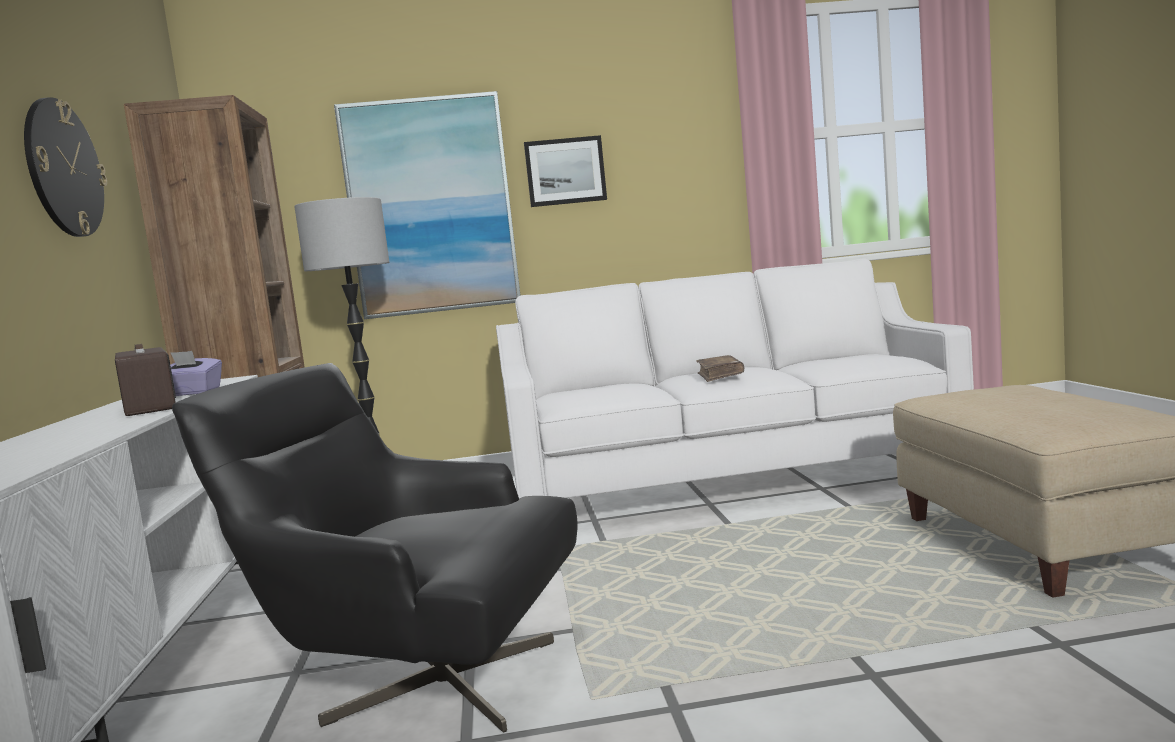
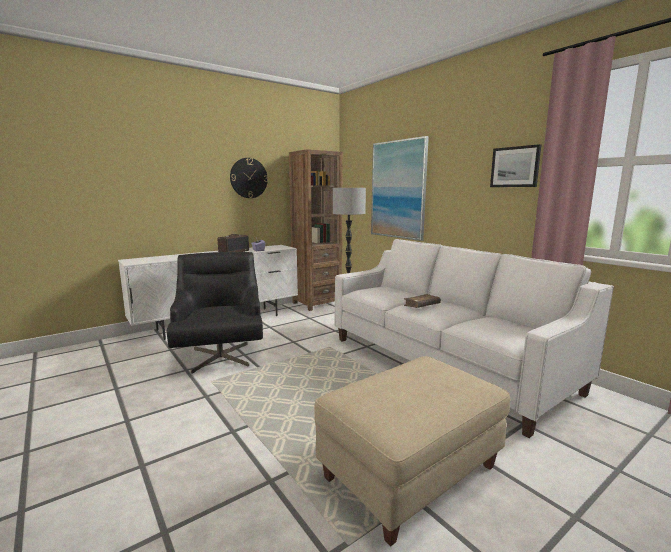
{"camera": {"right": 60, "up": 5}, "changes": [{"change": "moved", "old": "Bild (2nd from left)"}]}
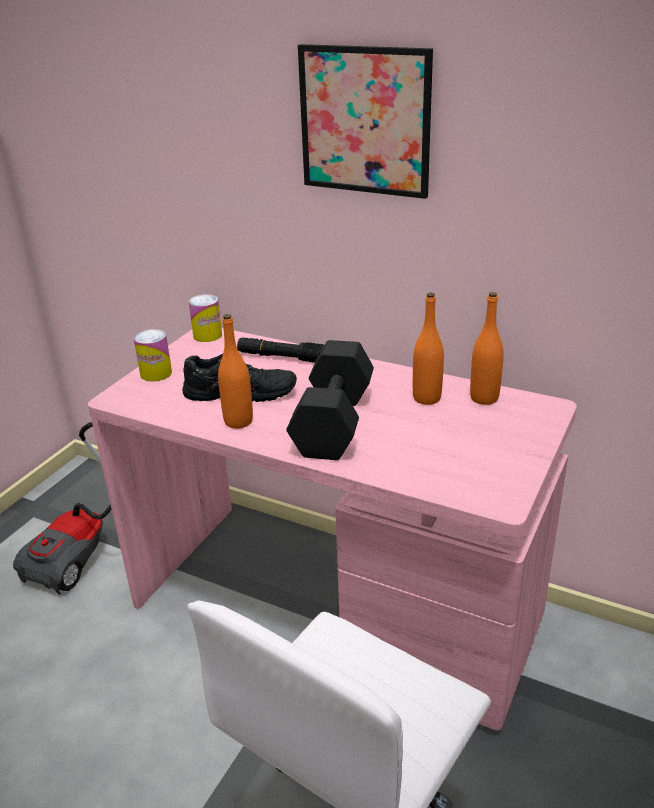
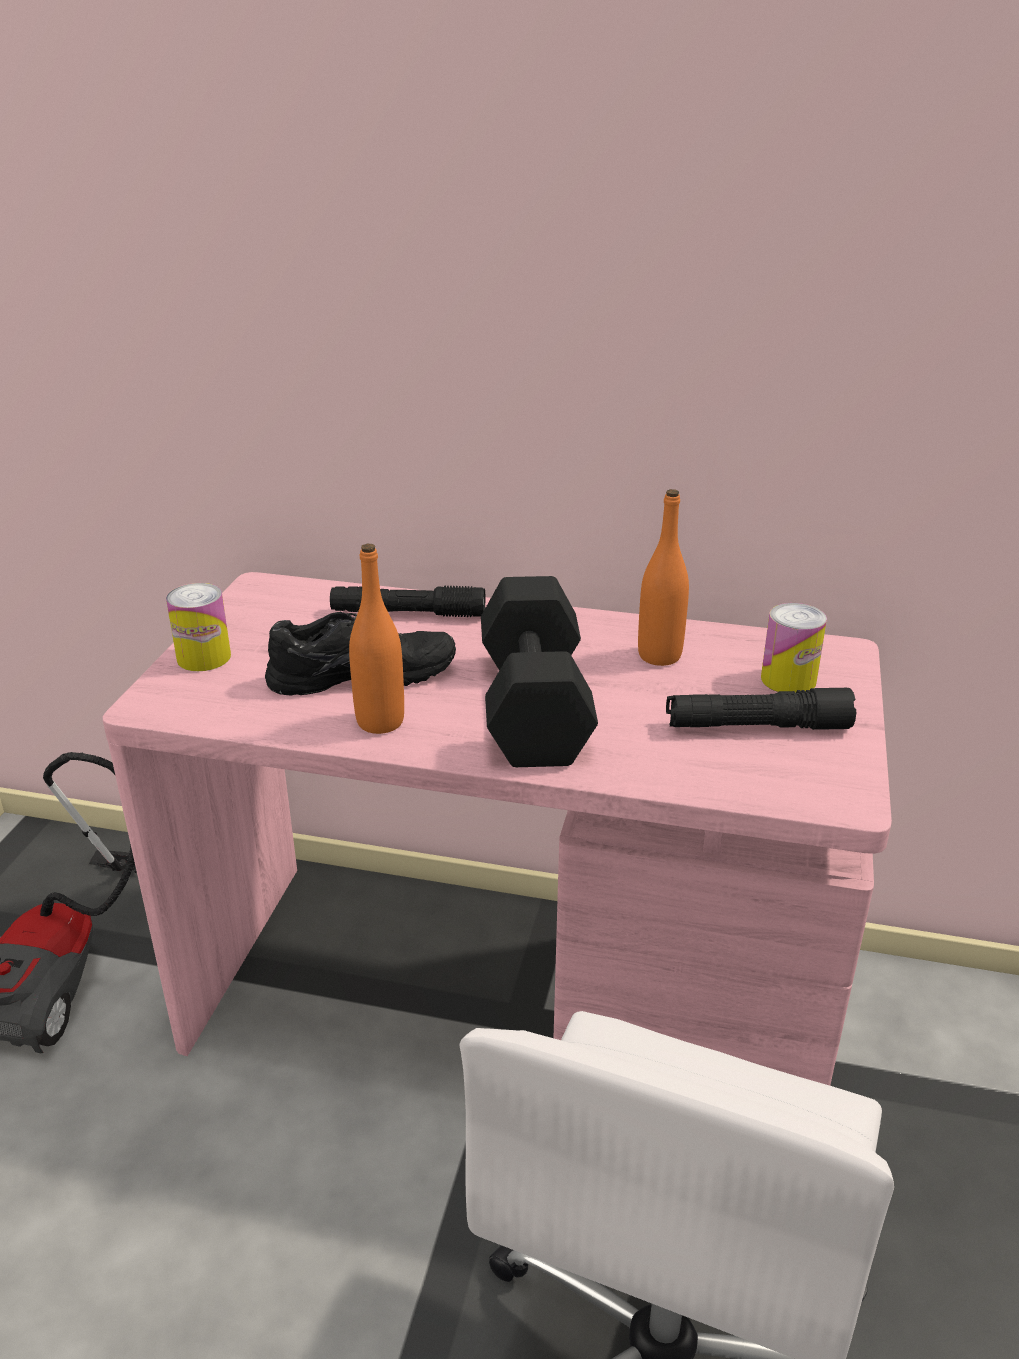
{"camera": {"right": -15, "up": 0}, "changes": [{"change": "moved", "old": "Dose (2nd from left)"}, {"change": "removed", "old": "Bild"}, {"change": "removed", "old": "Flasche (orange) (3rd from left)"}, {"change": "added", "new": "Taschenlampe (schwarz) (2nd from left)"}]}
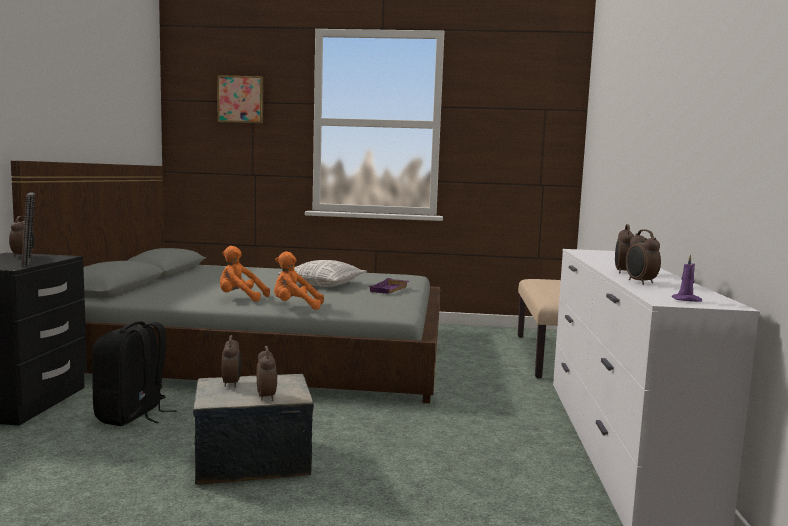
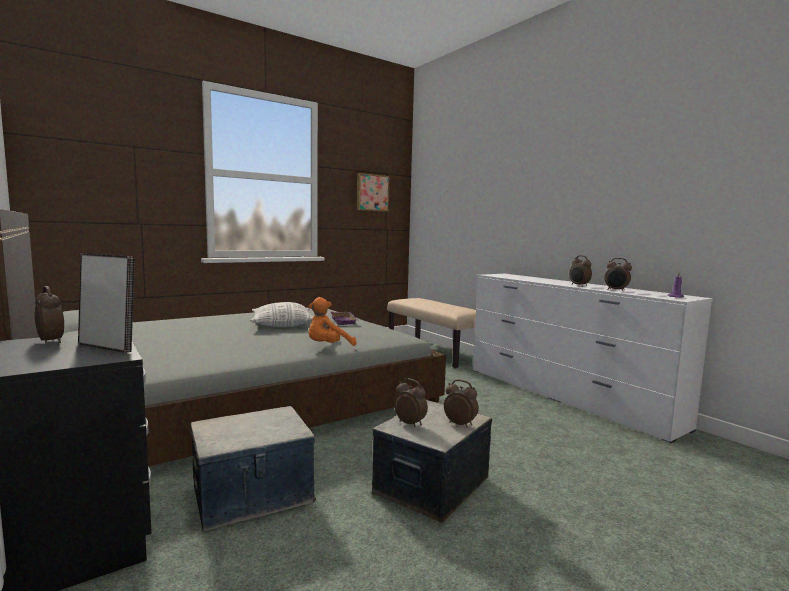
{"camera": {"right": -40, "up": 0}, "changes": [{"change": "replaced", "old": "Rucksack (schwarz)", "new": "Aufbewahrungsbox (1st from left)"}, {"change": "moved", "old": "Bild"}, {"change": "removed", "old": "Plüschtier (orange) (1st from left)"}]}
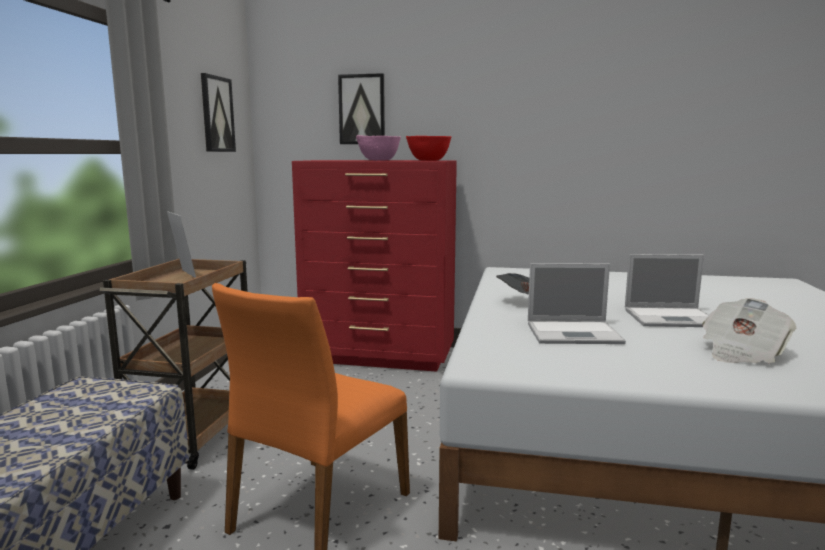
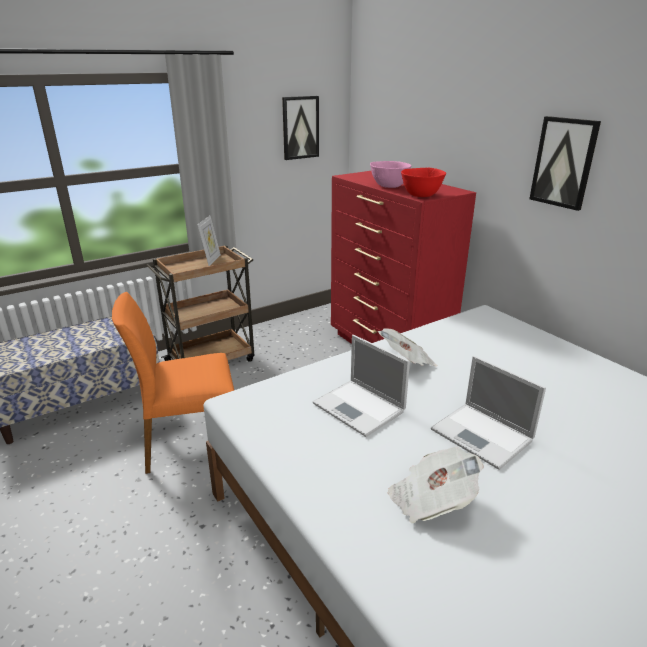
{"camera": {"right": 45, "up": 15}, "changes": [{"change": "moved", "old": "Bild (2nd from left)"}]}
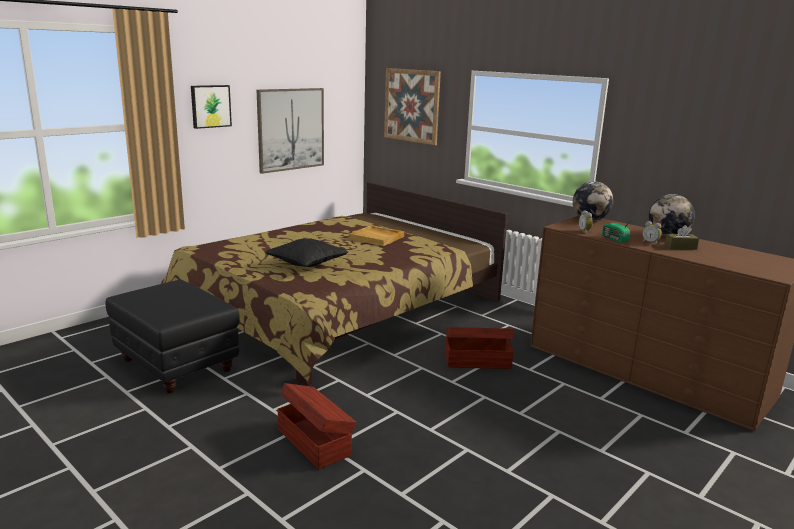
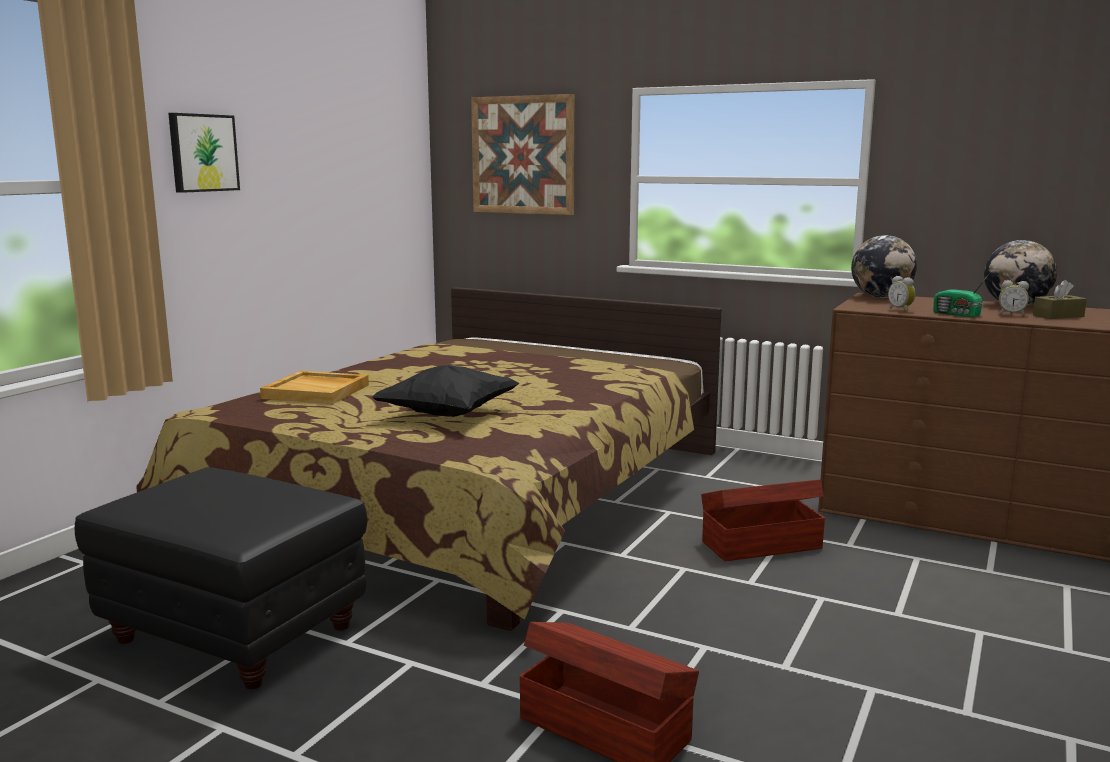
{"camera": {"right": -15, "up": -5}, "changes": [{"change": "removed", "old": "Bild (2nd from left)"}, {"change": "moved", "old": "Tablett (beige)"}]}
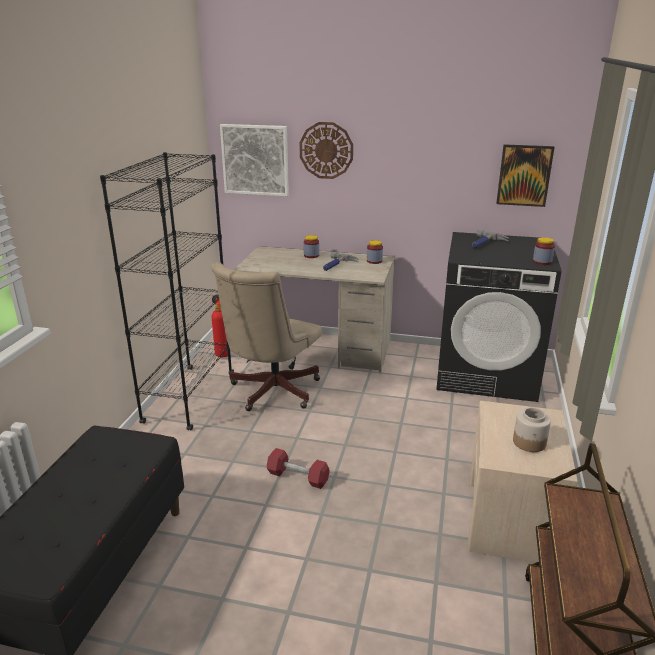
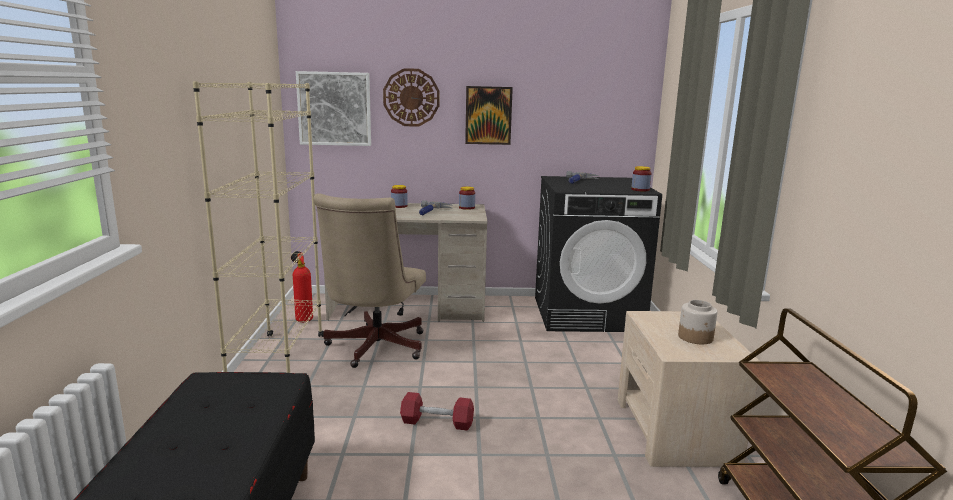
{"camera": {"right": -15, "up": -10}, "changes": [{"change": "recoloured", "old": "Bücherregal (schwarz)", "new": "Bücherregal (beige)"}, {"change": "moved", "old": "Bild (2nd from left)"}]}
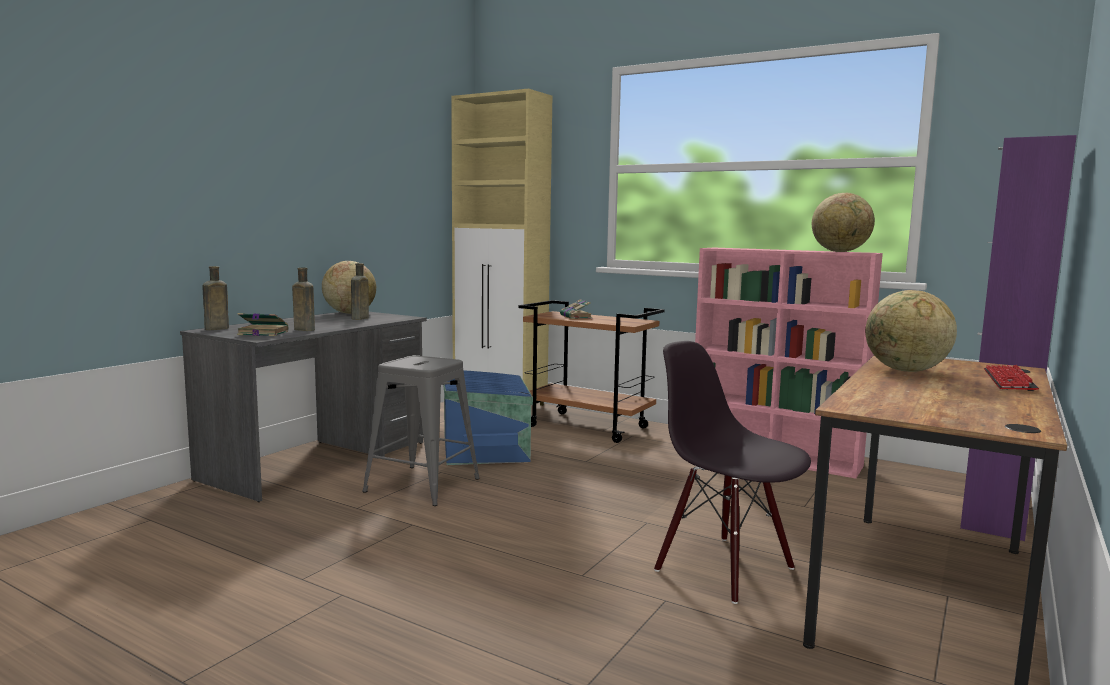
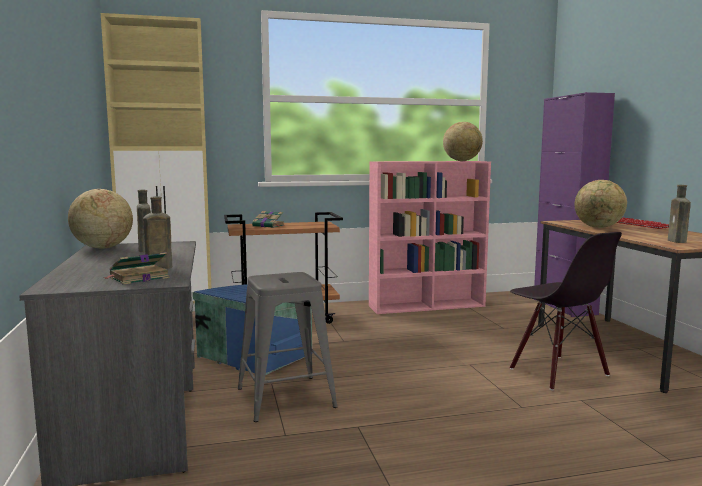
{"camera": {"right": -45, "up": 0}, "changes": [{"change": "moved", "old": "Flasche (braun) (1st from left in the first image)", "new": "Flasche (braun) (3rd from left)"}, {"change": "turned", "old": "Stuhl (schwarz)", "degrees": -120}]}
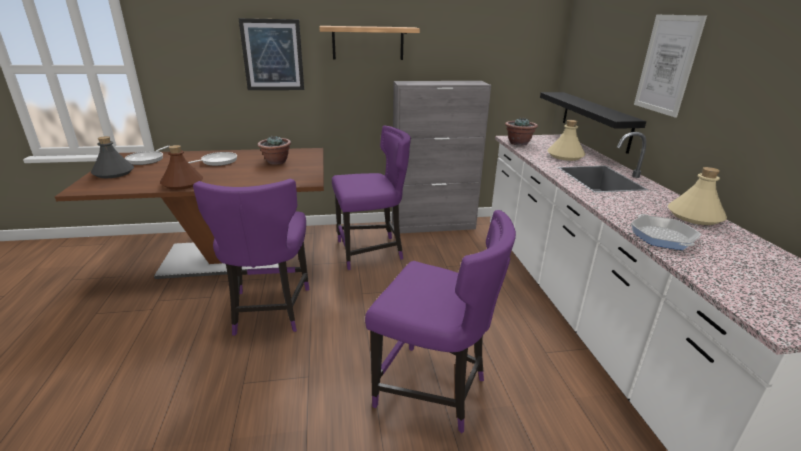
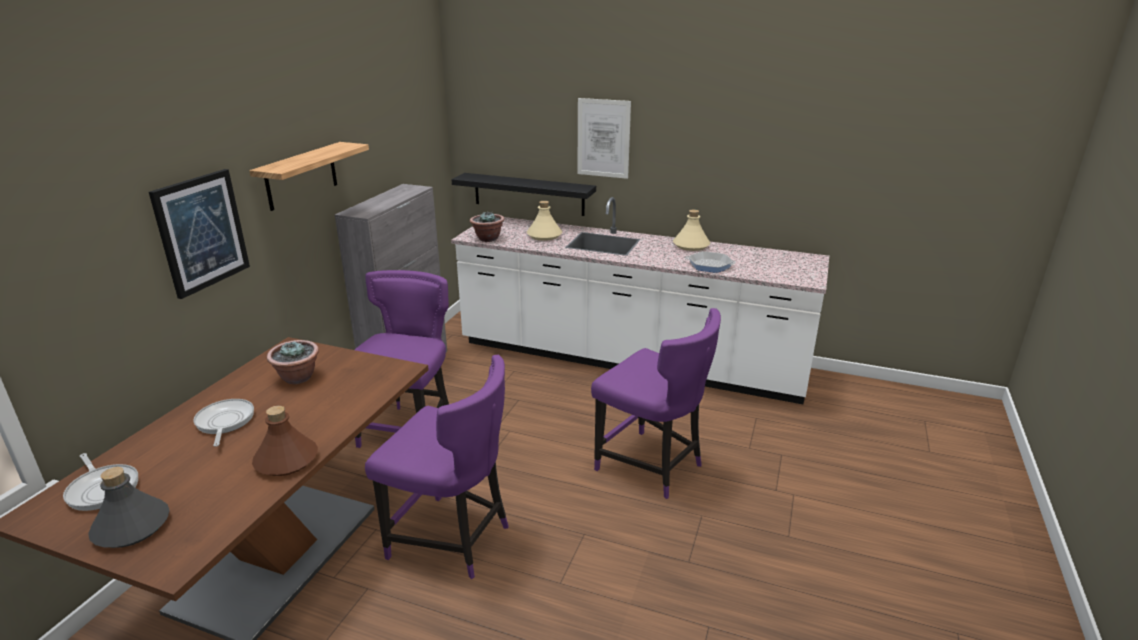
{"camera": {"right": -60, "up": 0}, "changes": [{"change": "turned", "old": "Stuhl (lila) (3rd from left)", "degrees": 75}]}
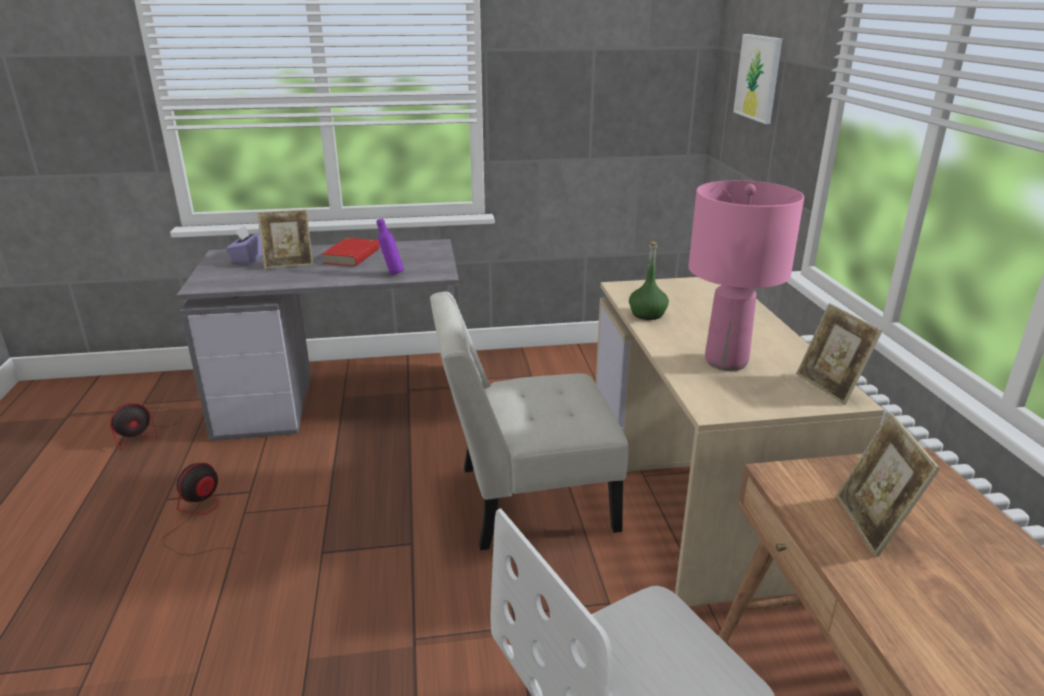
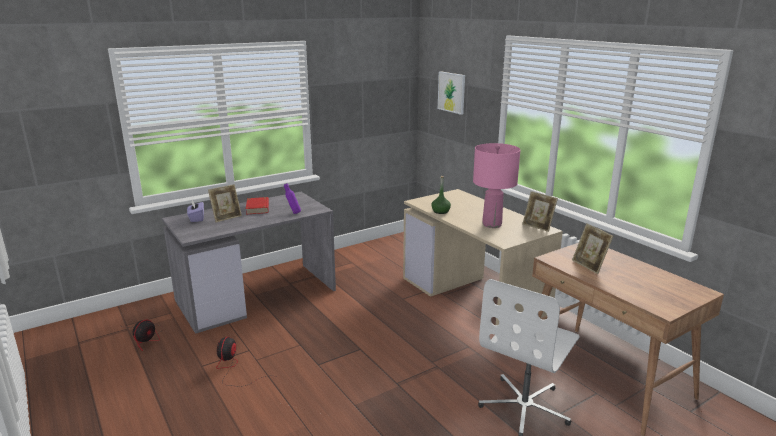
{"camera": {"right": -25, "up": -5}, "changes": [{"change": "removed", "old": "Stuhl (weiß)"}]}
